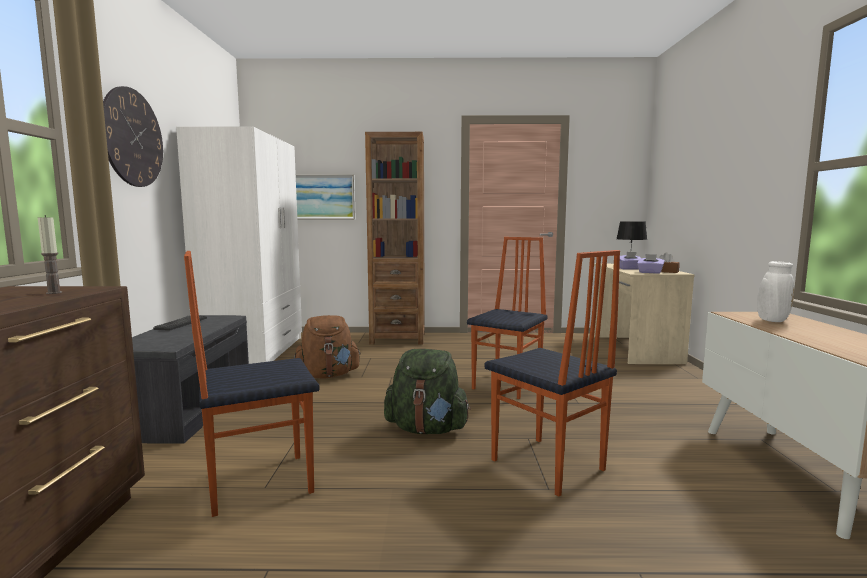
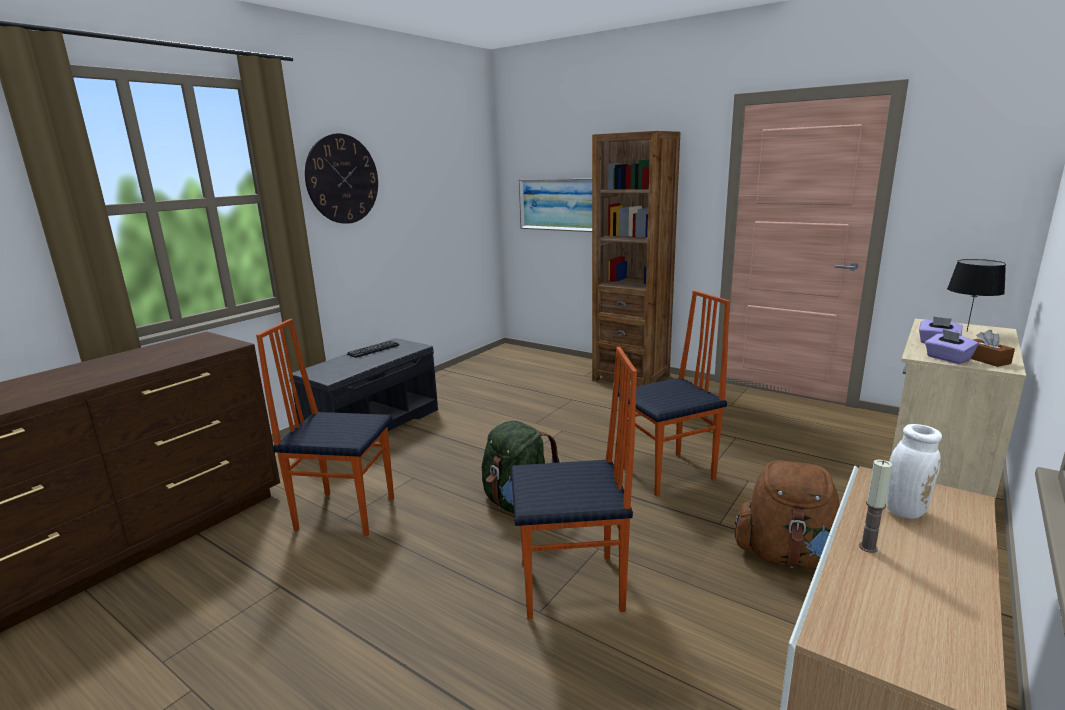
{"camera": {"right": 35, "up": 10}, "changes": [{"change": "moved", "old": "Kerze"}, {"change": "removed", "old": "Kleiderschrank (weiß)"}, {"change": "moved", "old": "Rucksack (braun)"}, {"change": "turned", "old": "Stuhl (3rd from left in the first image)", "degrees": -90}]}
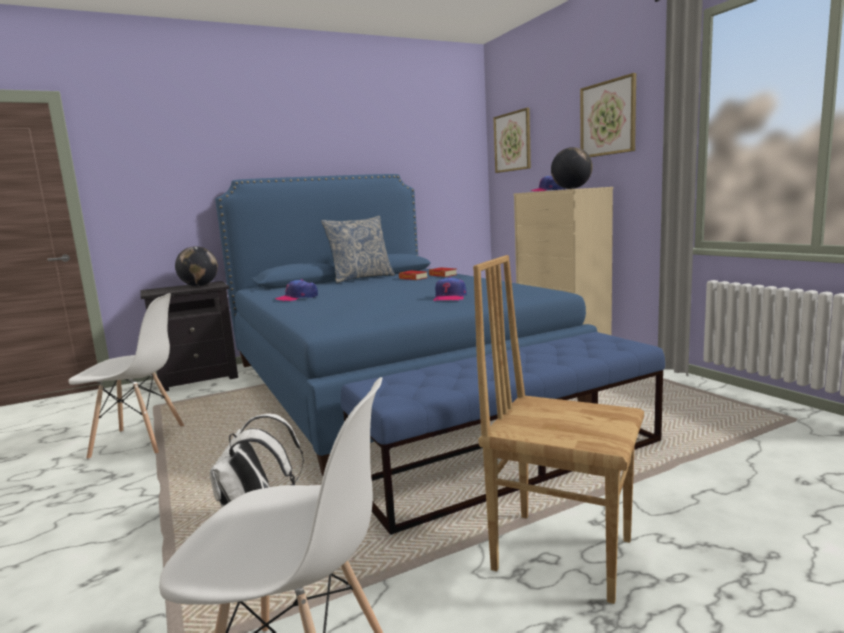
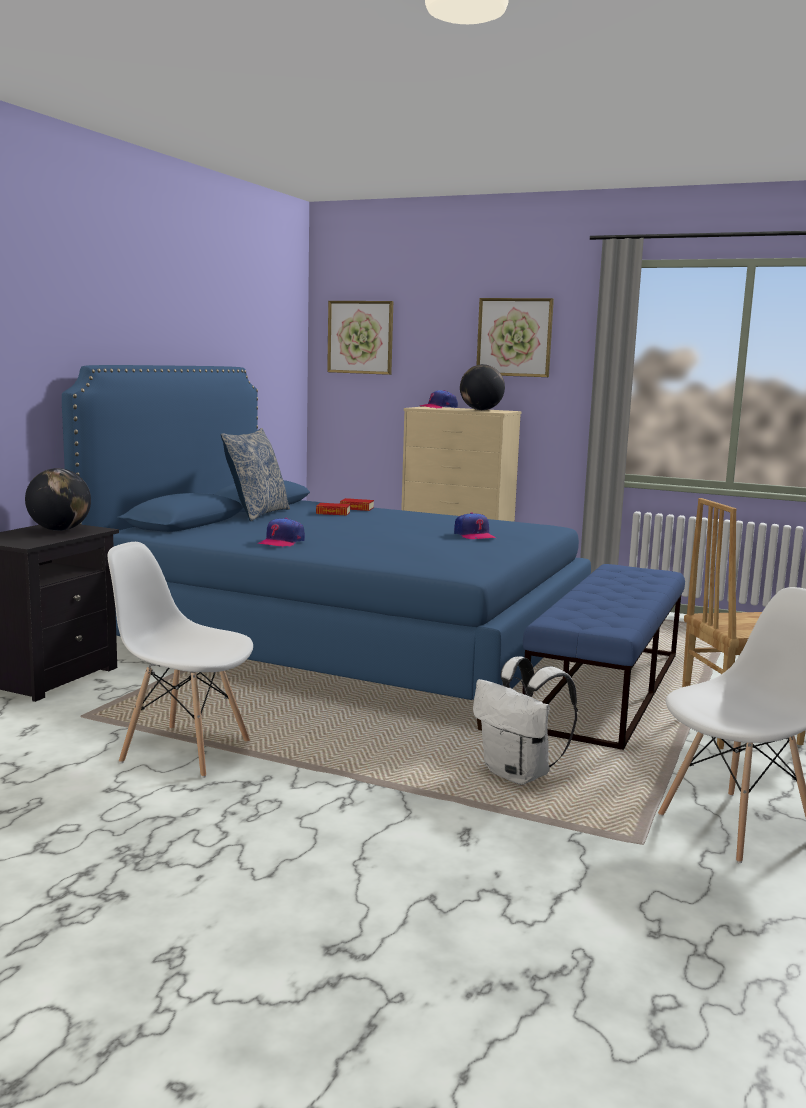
{"camera": {"right": -40, "up": 0}, "changes": [{"change": "turned", "old": "Stuhl (weiß) (1st from left)", "degrees": -120}]}
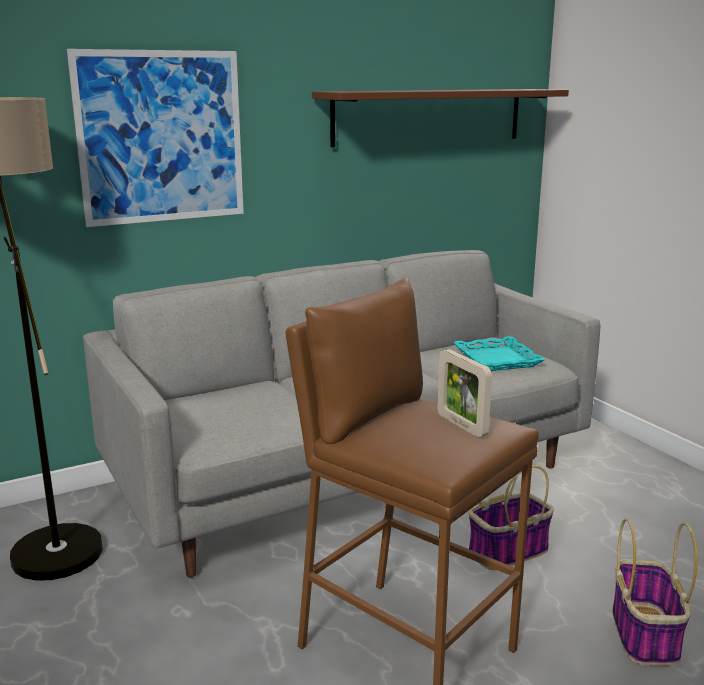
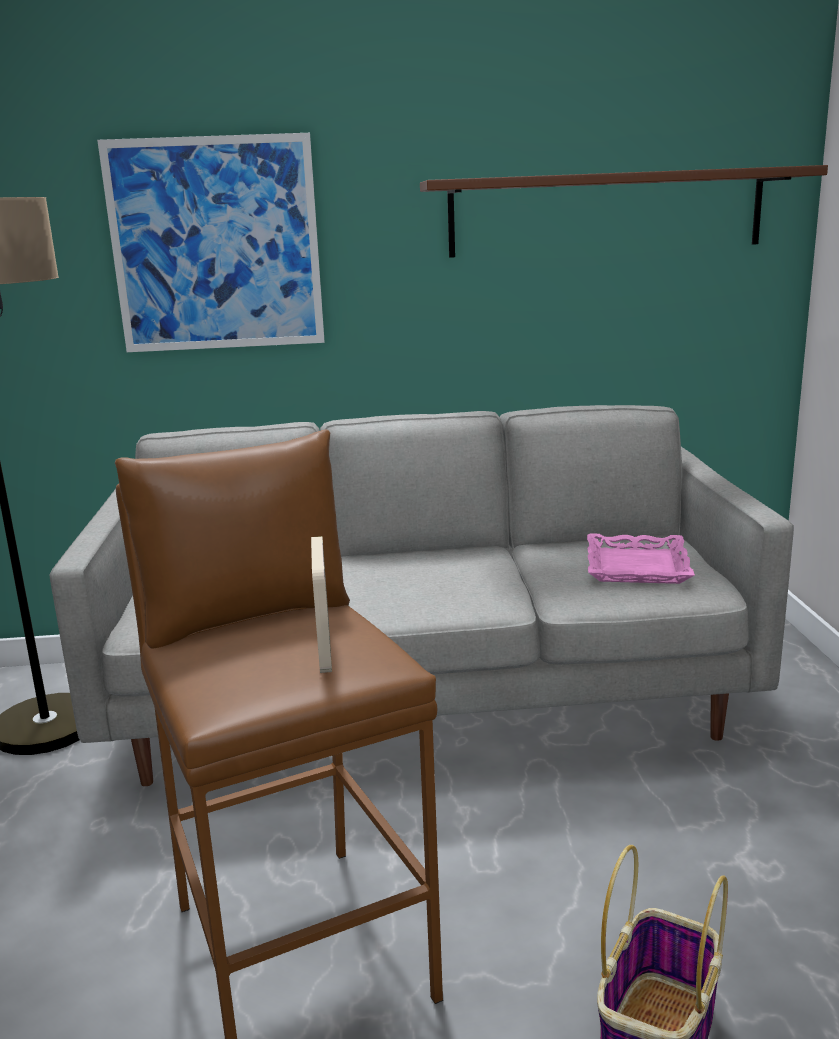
{"camera": {"right": 25, "up": 0}, "changes": [{"change": "recoloured", "old": "Tablett (türkis)", "new": "Tablett (rosa)"}, {"change": "removed", "old": "Korb (1st from left)"}]}
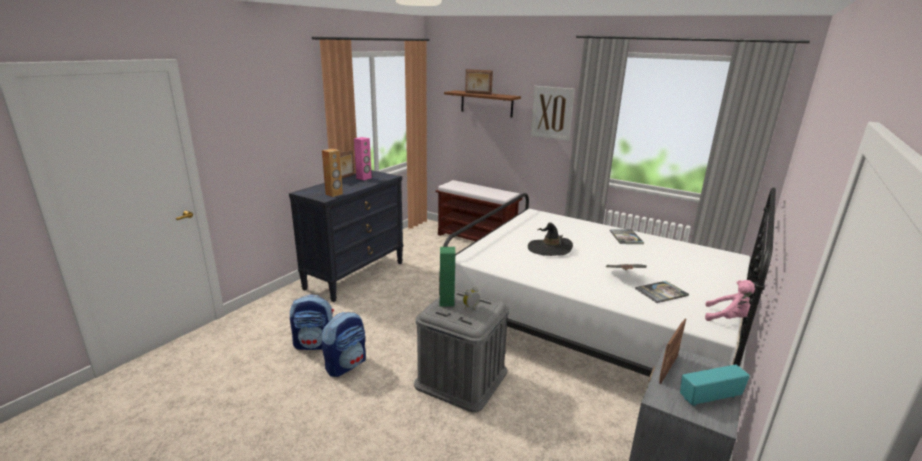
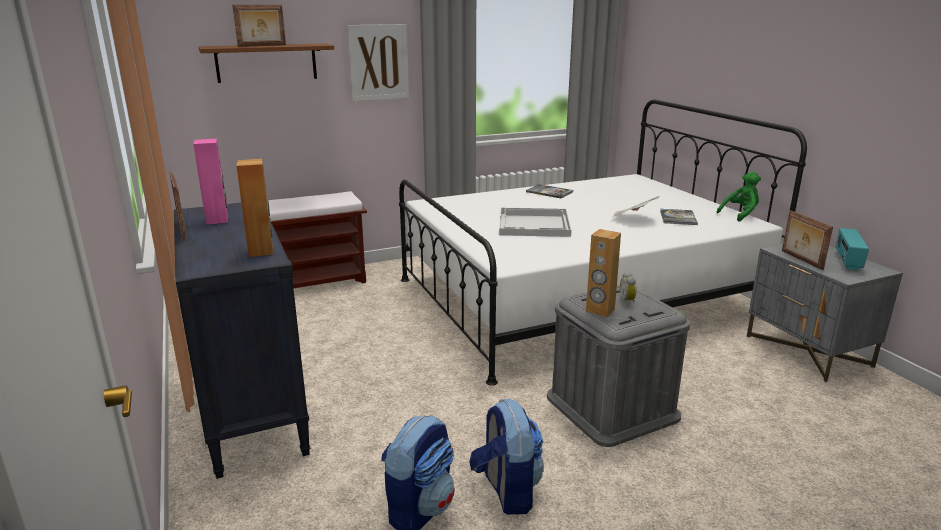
{"camera": {"right": -55, "up": 0}, "changes": [{"change": "recoloured", "old": "Lautsprecher (grün)", "new": "Lautsprecher (braun) (2nd from left)"}, {"change": "replaced", "old": "Hut (schwarz)", "new": "Tablett (weiß)"}, {"change": "recoloured", "old": "Plüschtier (rosa)", "new": "Plüschtier (grün)"}]}
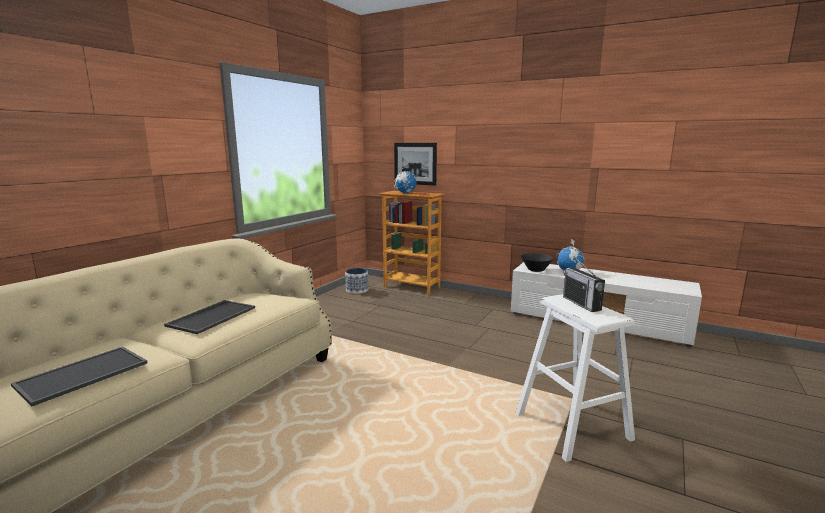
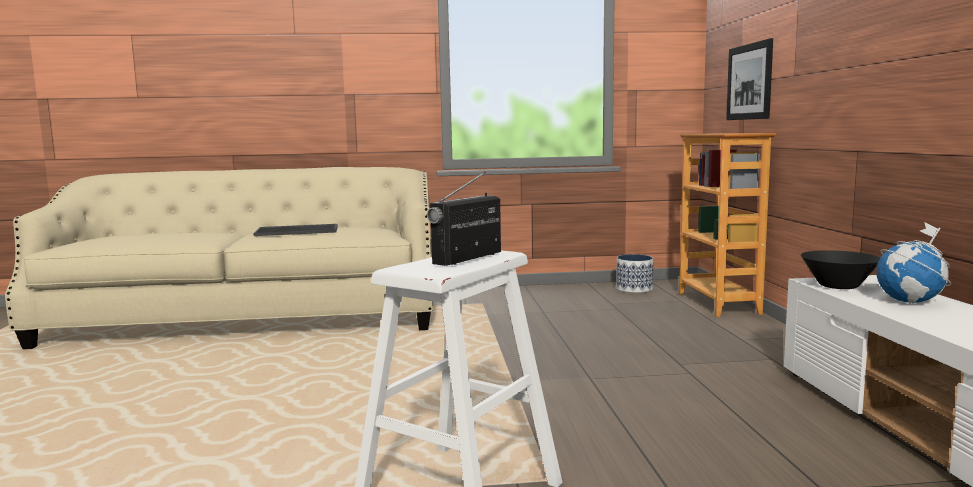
{"camera": {"right": 55, "up": -5}, "changes": [{"change": "removed", "old": "Tablett (1st from left)"}, {"change": "removed", "old": "Globus (1st from left)"}]}
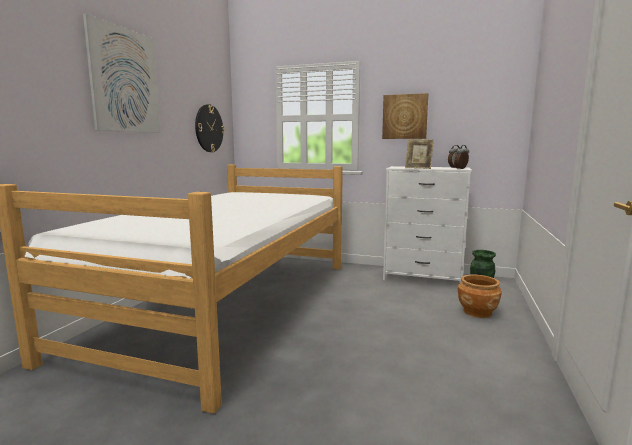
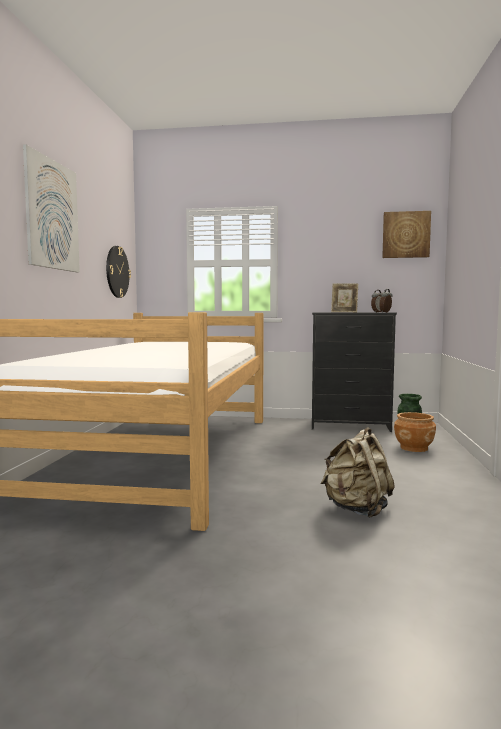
{"camera": {"right": -10, "up": -5}, "changes": [{"change": "moved", "old": "Bild (2nd from left)"}, {"change": "recoloured", "old": "Kommode (weiß)", "new": "Kommode (schwarz)"}, {"change": "added", "new": "Rucksack (beige)"}]}
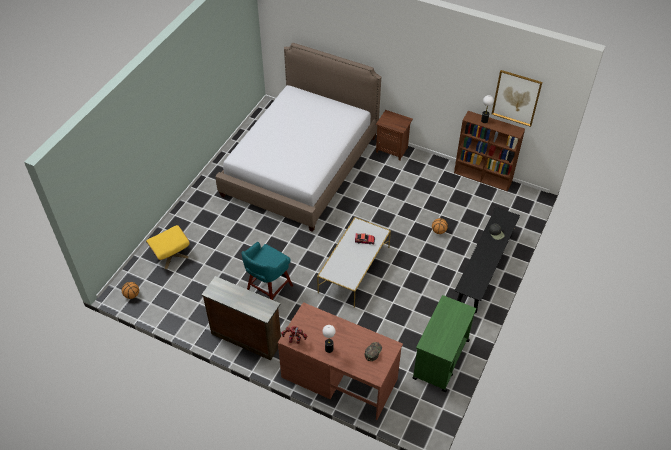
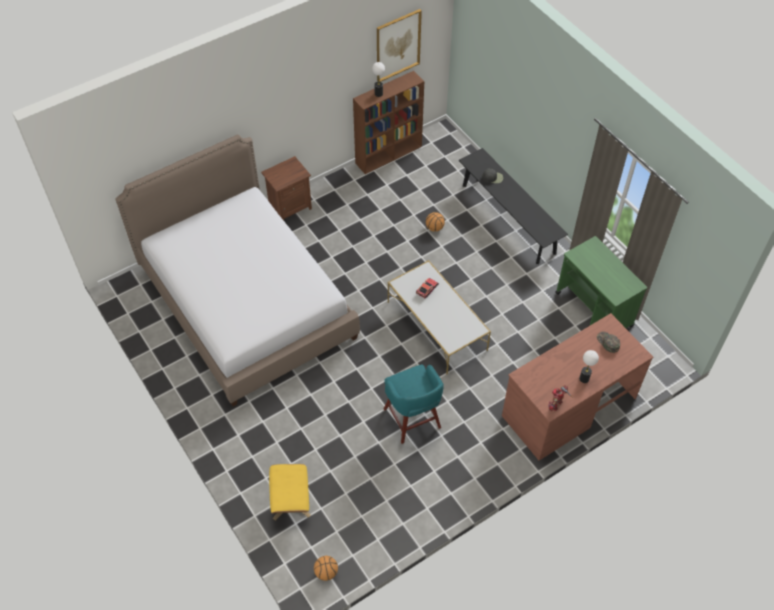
{"camera": {"right": -60, "up": 5}, "changes": [{"change": "removed", "old": "Kommode (braun)"}]}
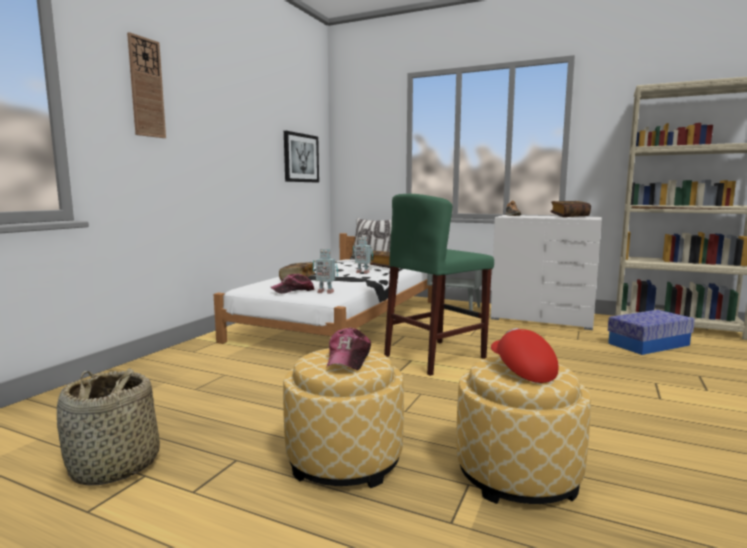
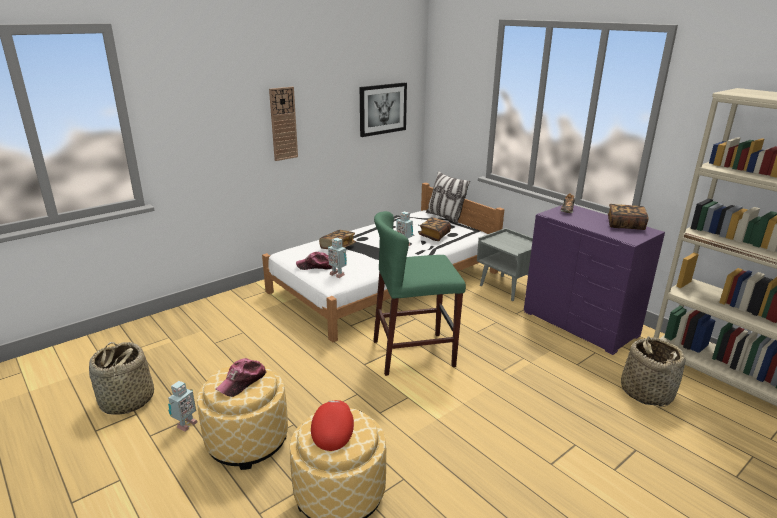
{"camera": {"right": 25, "up": 15}, "changes": [{"change": "moved", "old": "Wanduhr"}, {"change": "recoloured", "old": "Kommode (weiß)", "new": "Kommode (lila)"}, {"change": "replaced", "old": "Aufbewahrungsbox", "new": "Korb (2nd from left)"}, {"change": "added", "new": "Spielzeugroboter (1st from left)"}]}
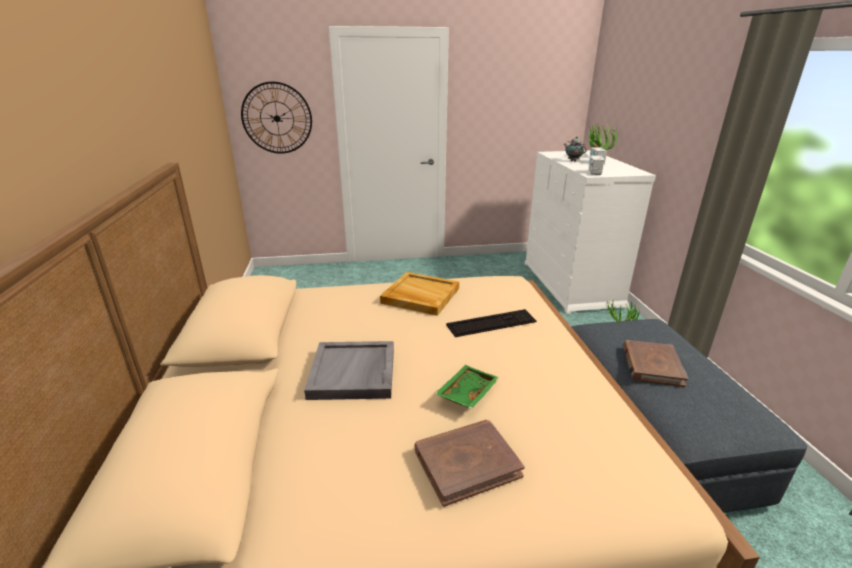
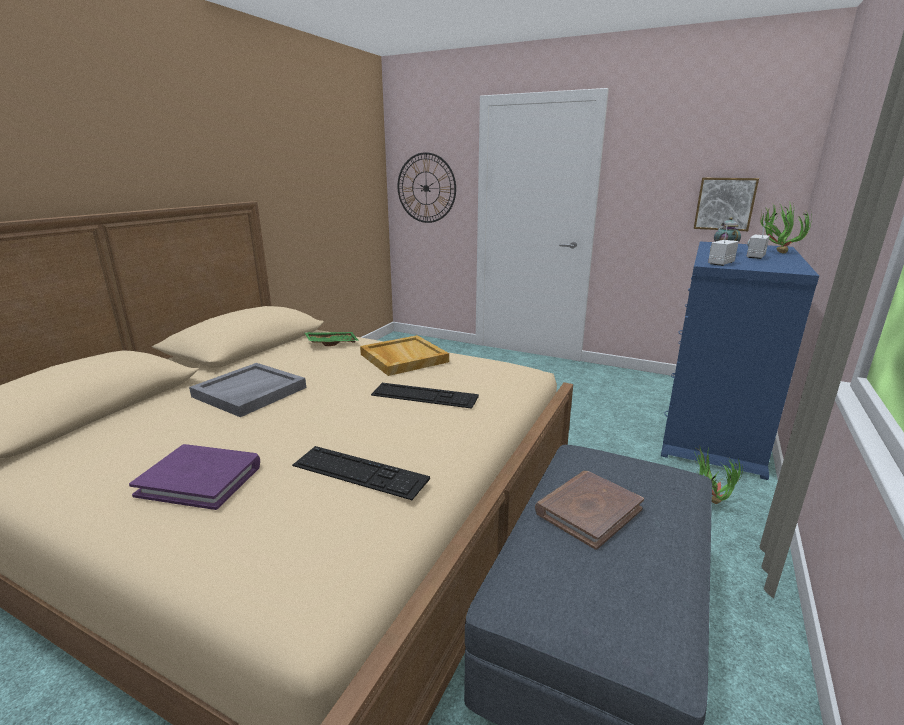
{"camera": {"right": 35, "up": -5}, "changes": [{"change": "recoloured", "old": "Buch (braun) (1st from left)", "new": "Buch (lila)"}, {"change": "moved", "old": "Tablett (grün)"}, {"change": "recoloured", "old": "Kommode (weiß)", "new": "Kommode (blau)"}, {"change": "added", "new": "Tastatur (1st from left)"}, {"change": "added", "new": "Bild"}]}
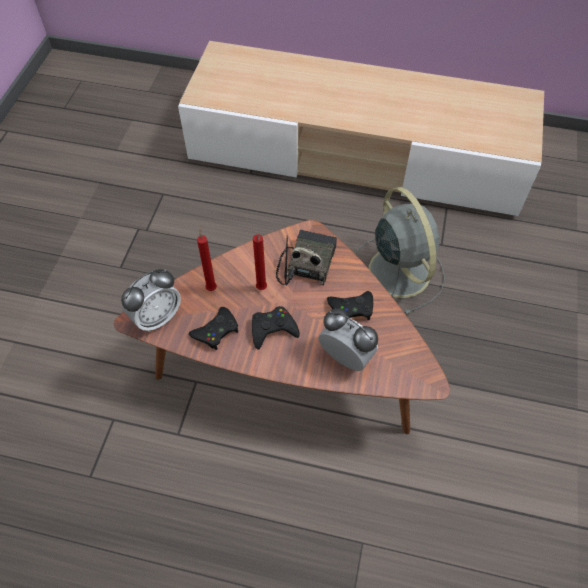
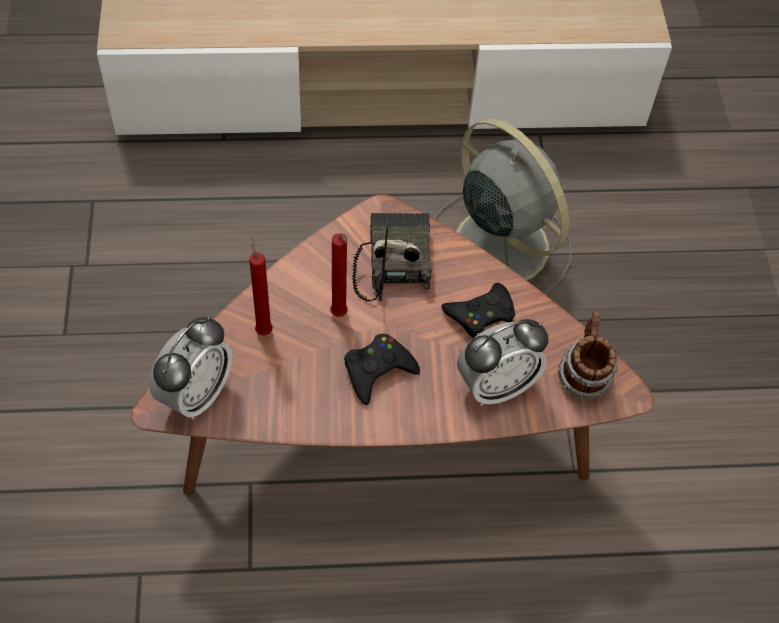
{"camera": {"right": -20, "up": 0}, "changes": [{"change": "removed", "old": "Gamepad (schwarz) (1st from left)"}, {"change": "turned", "old": "Wecker (2nd from left)", "degrees": 135}, {"change": "added", "new": "Henkelbecher"}]}
